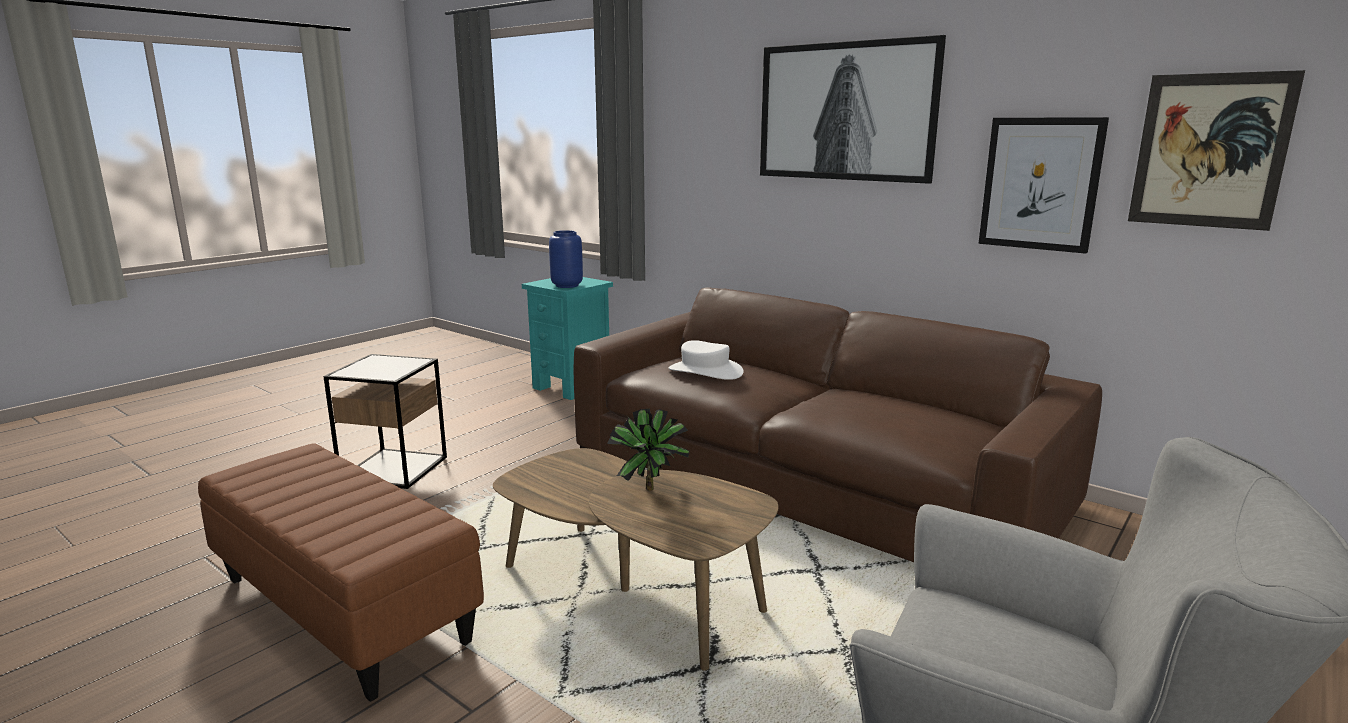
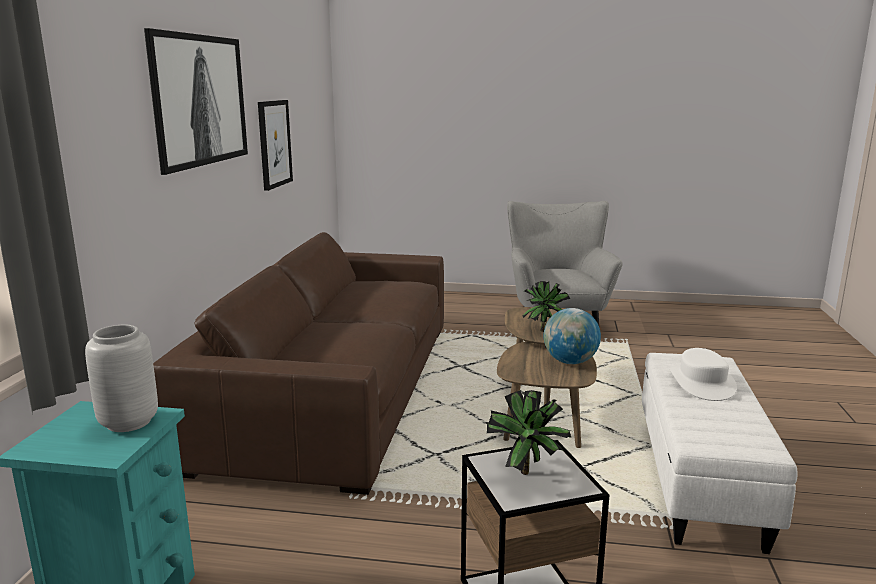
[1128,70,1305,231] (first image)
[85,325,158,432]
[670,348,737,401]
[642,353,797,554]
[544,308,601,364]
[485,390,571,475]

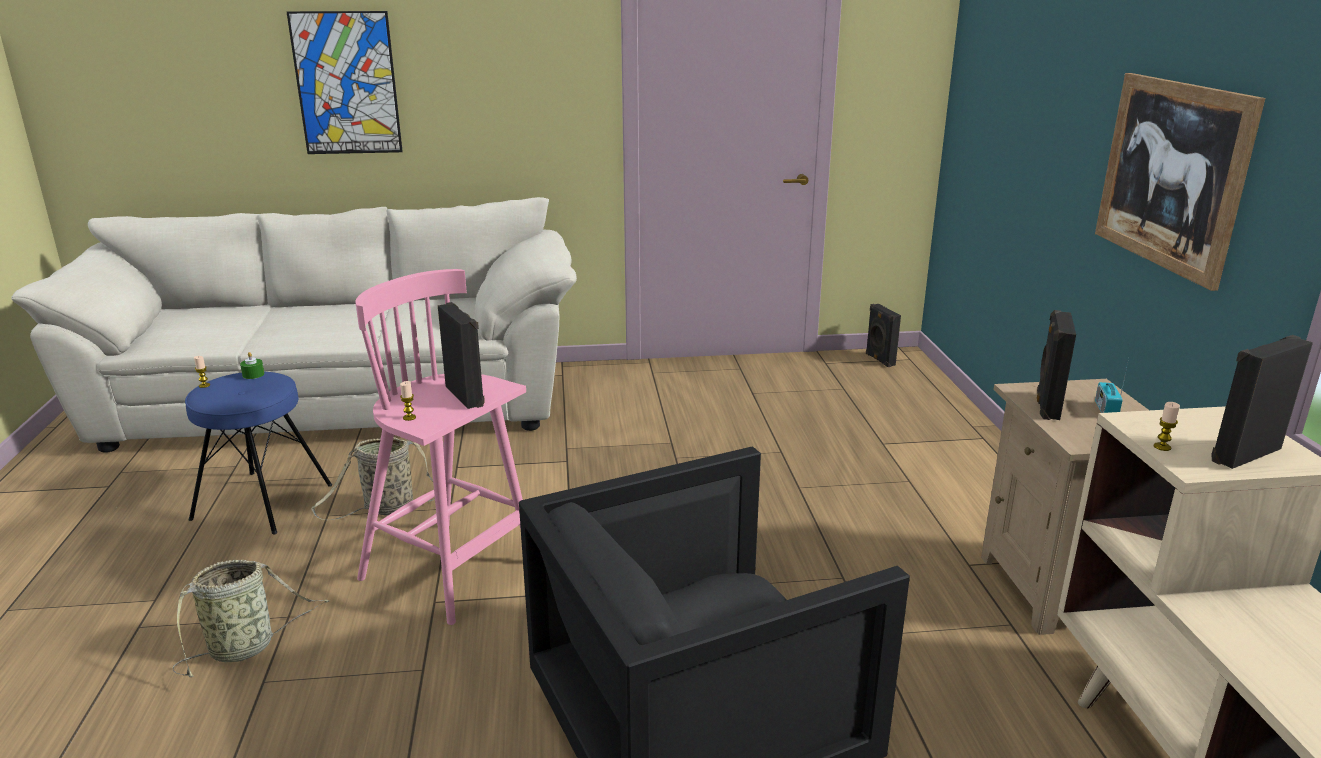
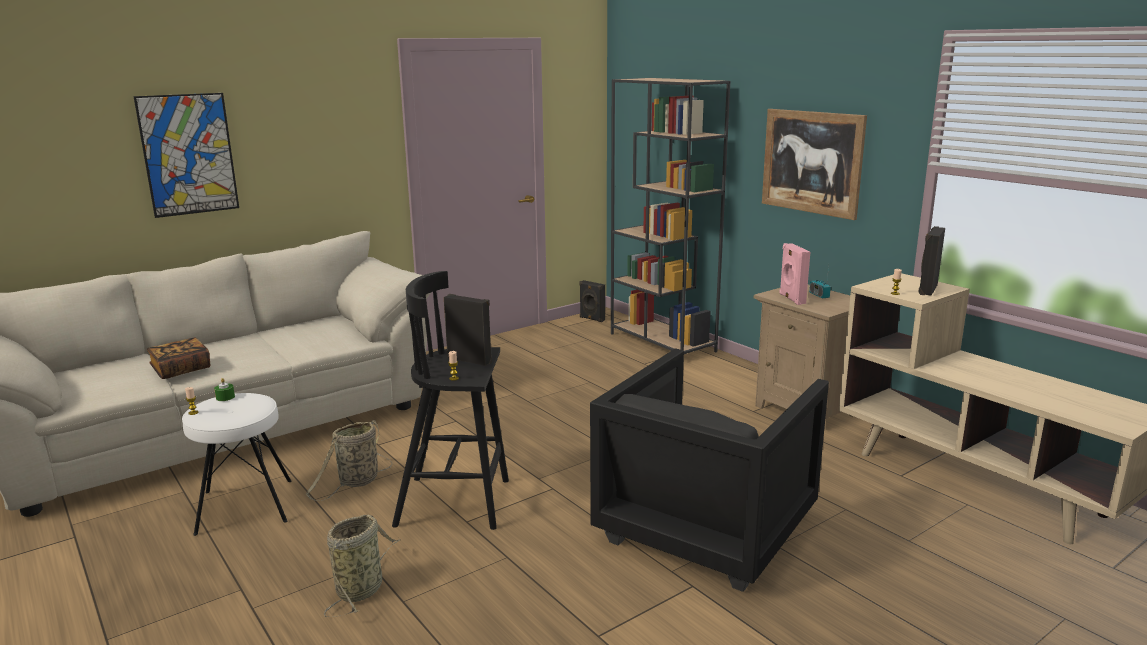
[392,271,509,530]
[779,243,810,305]
[182,393,291,536]
[611,78,730,354]
[147,338,211,379]

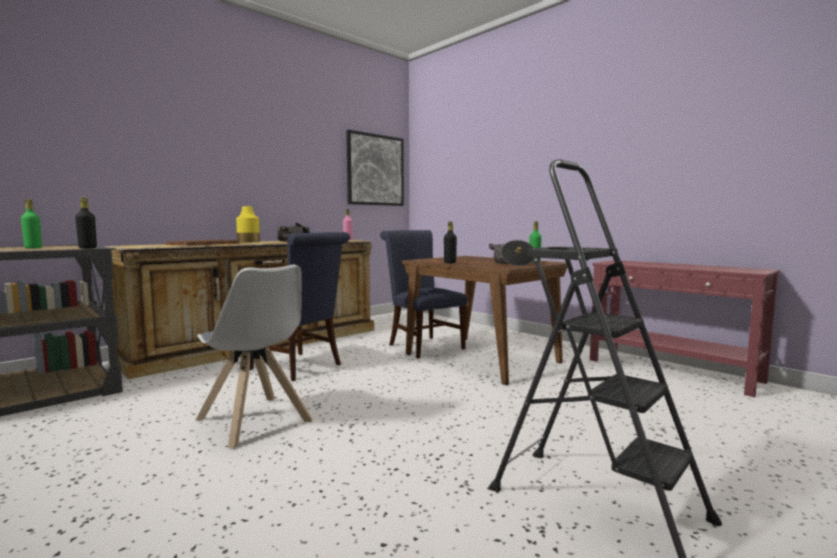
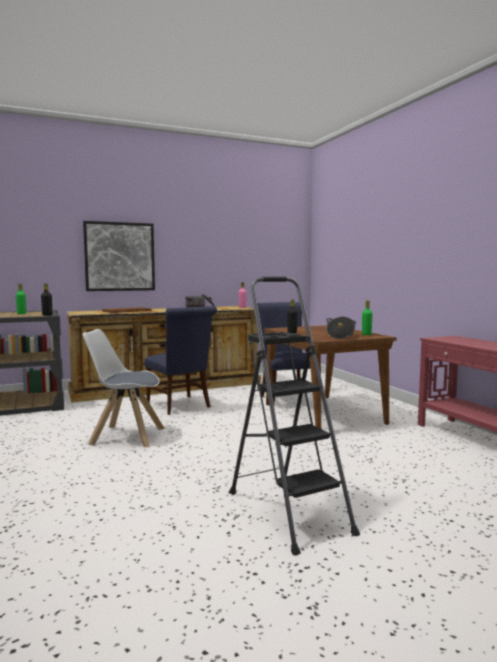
[83,221,155,291]
[236,206,260,242] (first image)
[82,329,165,447]

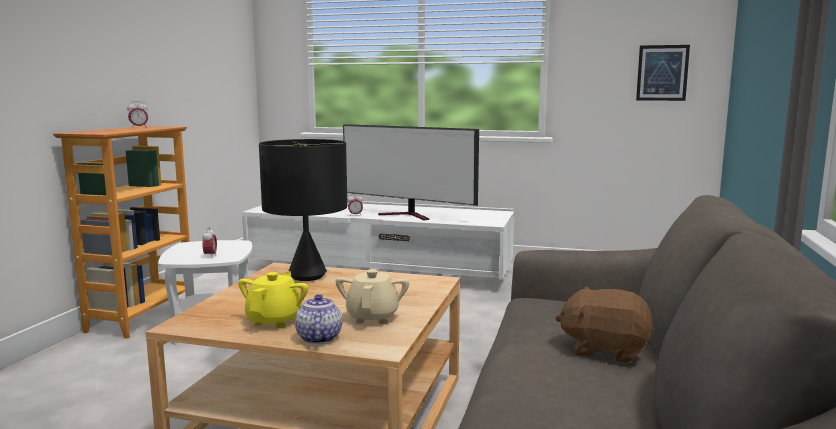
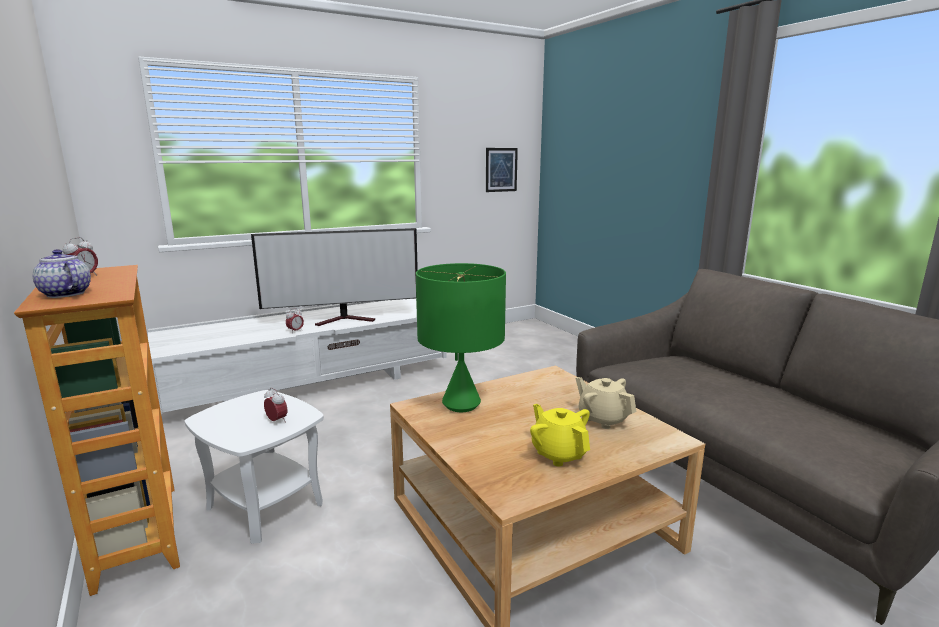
[416,263,506,412]
[555,287,654,363] (first image)
[33,249,91,298]

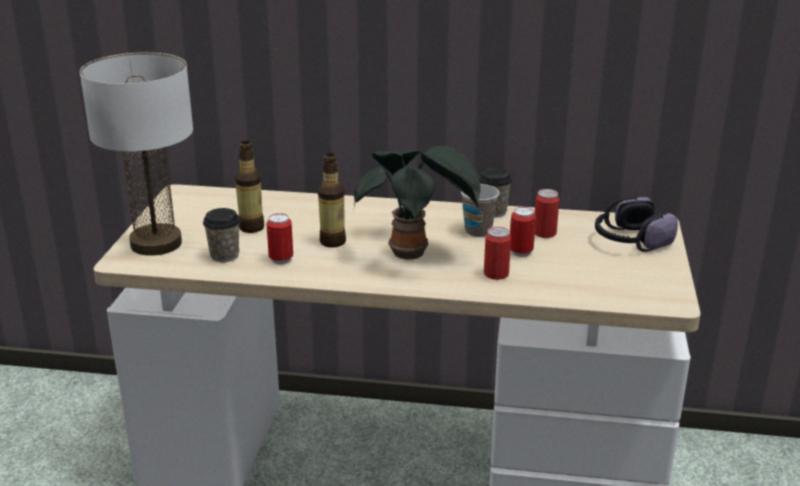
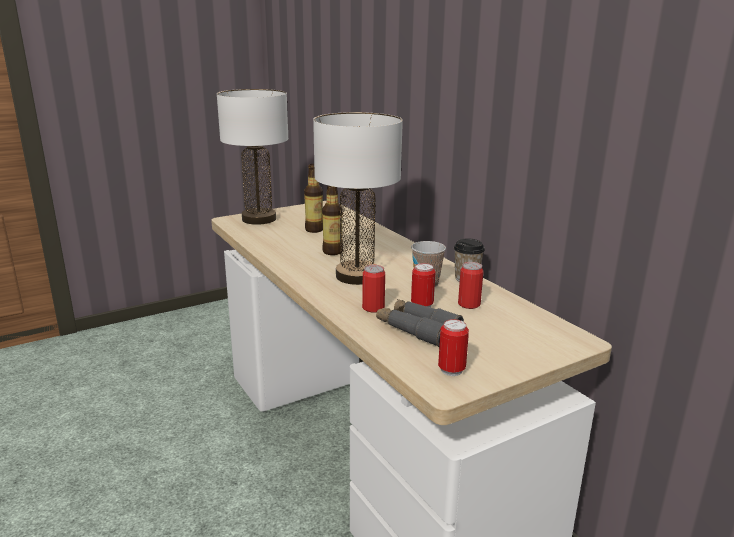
[313,112,403,285]
[595,197,678,252] (first image)
[203,208,240,262] (first image)
[438,319,469,376]
[376,299,464,347]

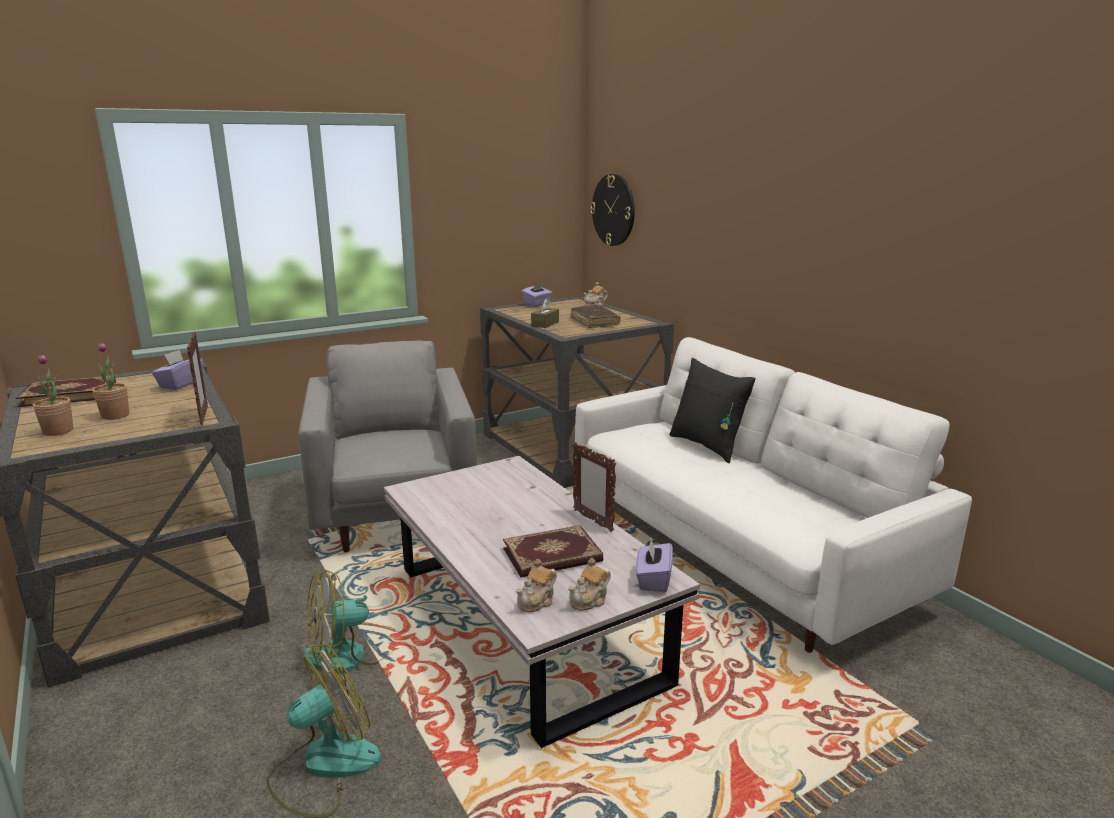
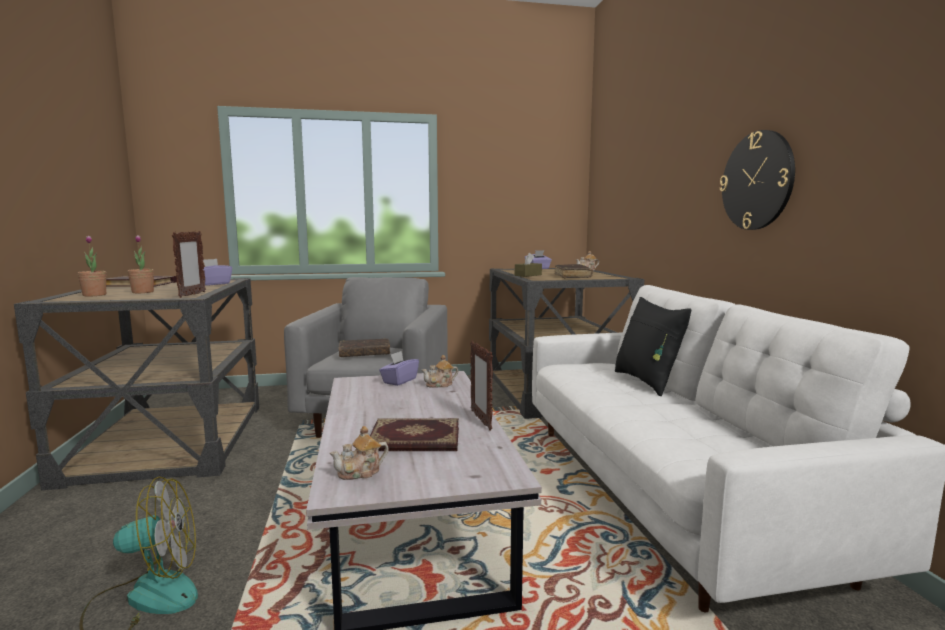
[720,130,795,230]
[379,351,419,386]
[422,355,458,388]
[304,570,394,674] (first image)
[339,338,390,357]

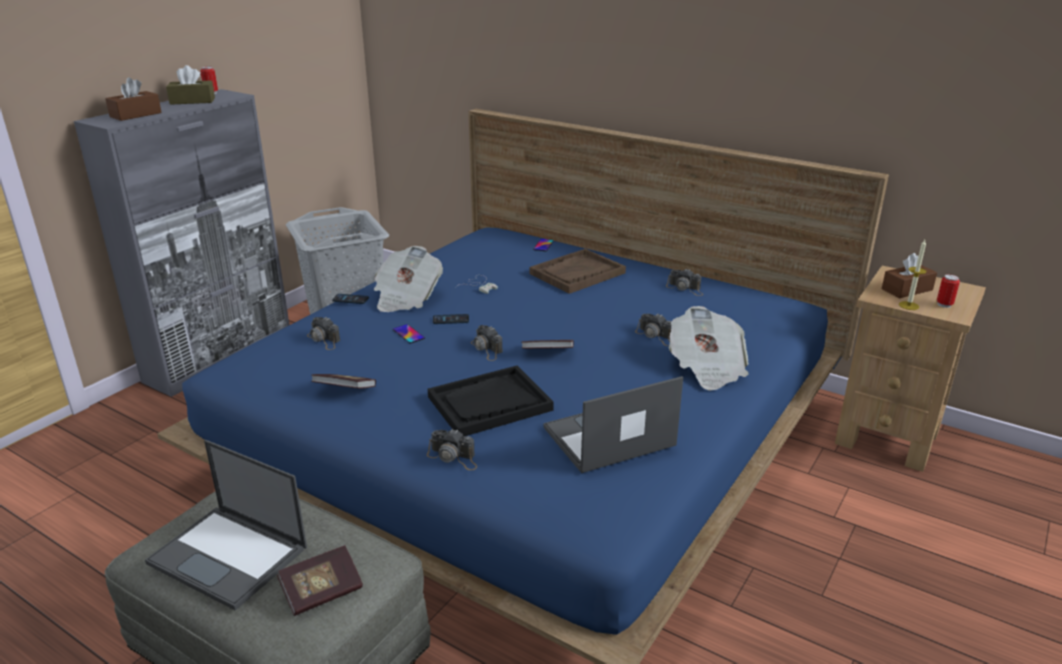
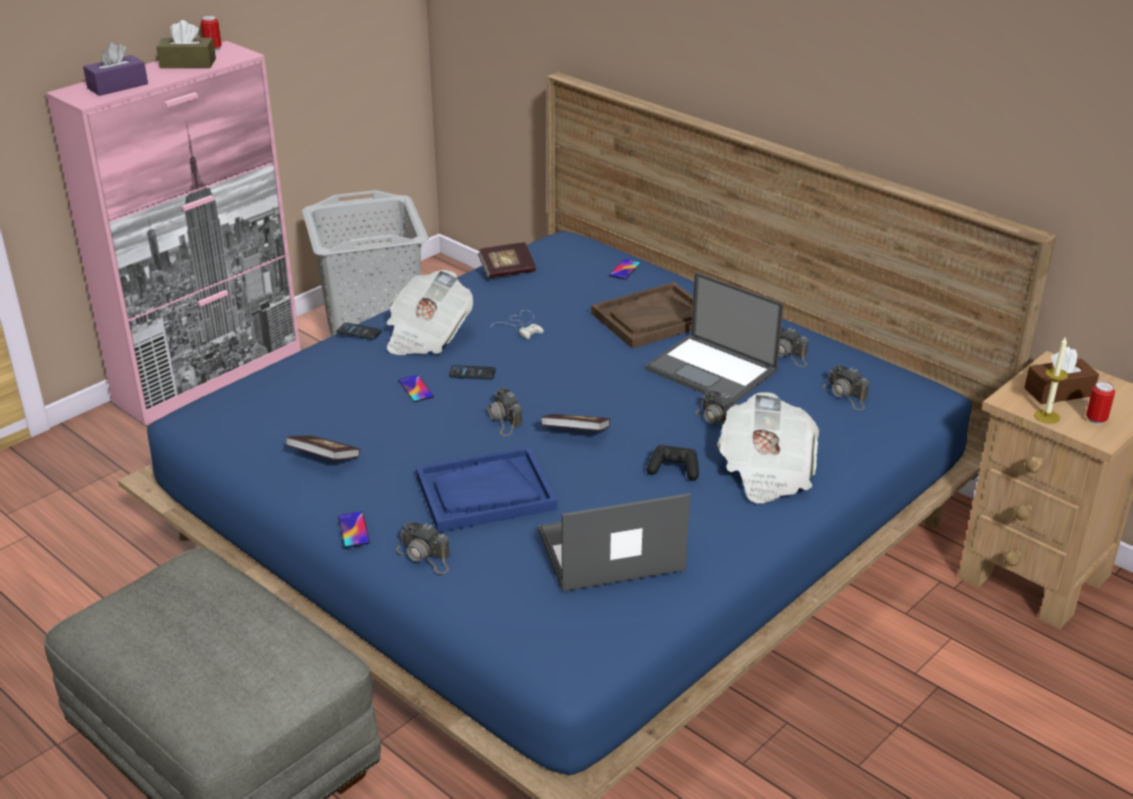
[83,42,148,96]
[46,41,301,425]
[823,365,869,410]
[416,447,557,533]
[645,272,784,403]
[478,242,536,278]
[647,445,699,481]
[338,512,370,547]

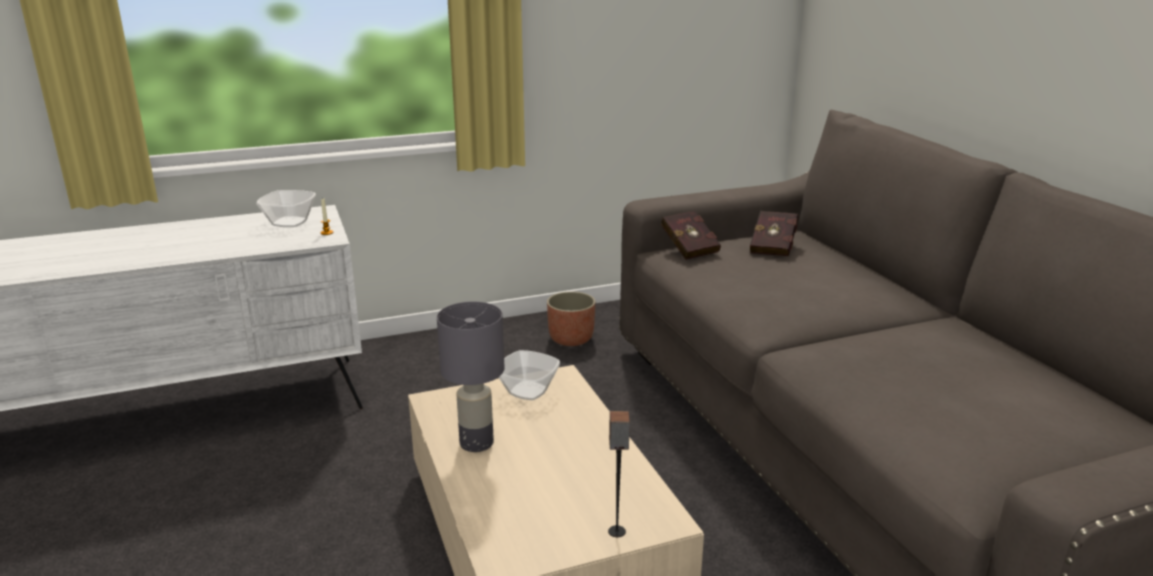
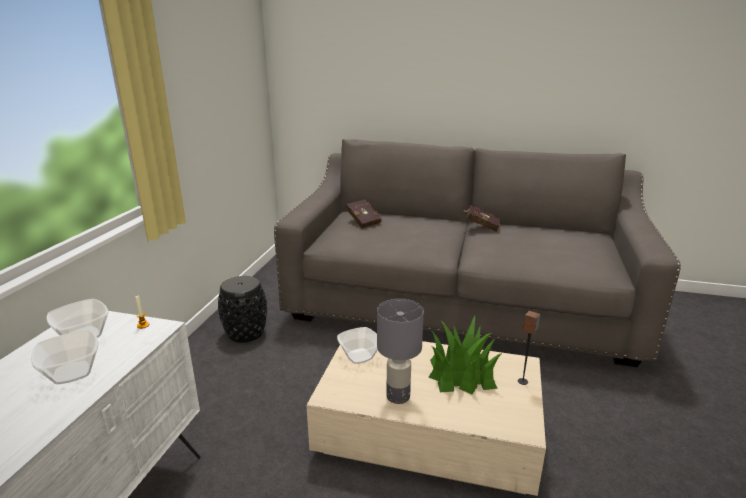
[463,205,500,232]
[218,276,267,343]
[428,316,502,394]
[31,330,98,384]

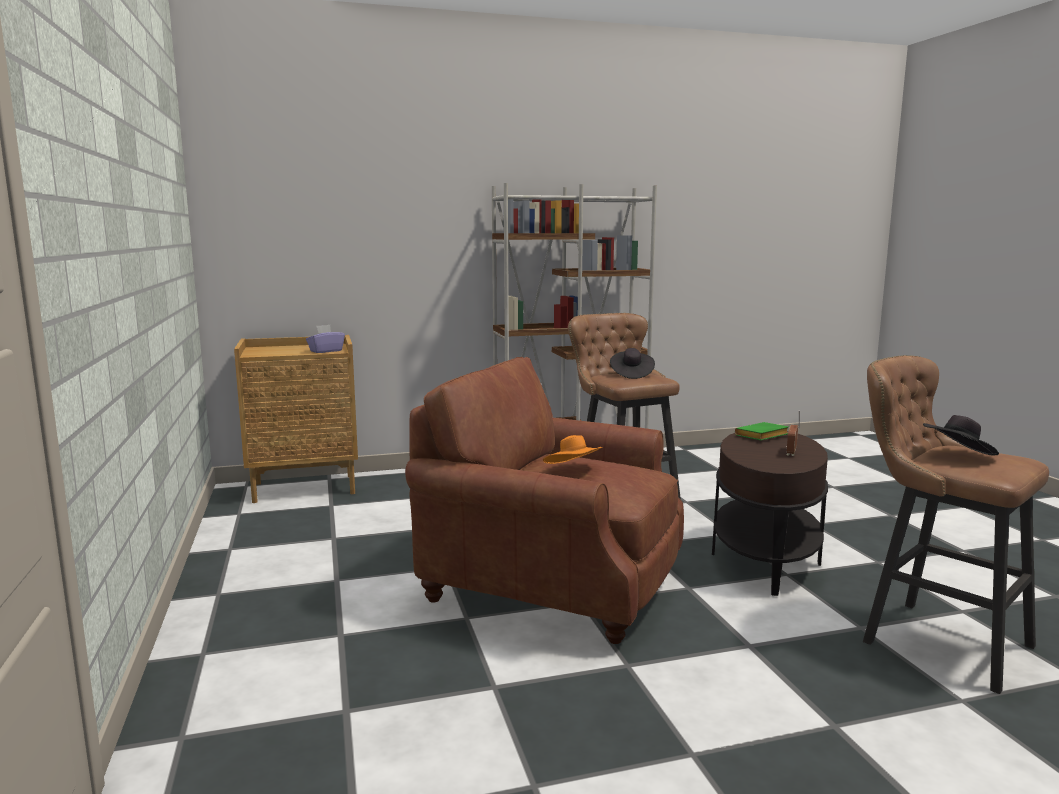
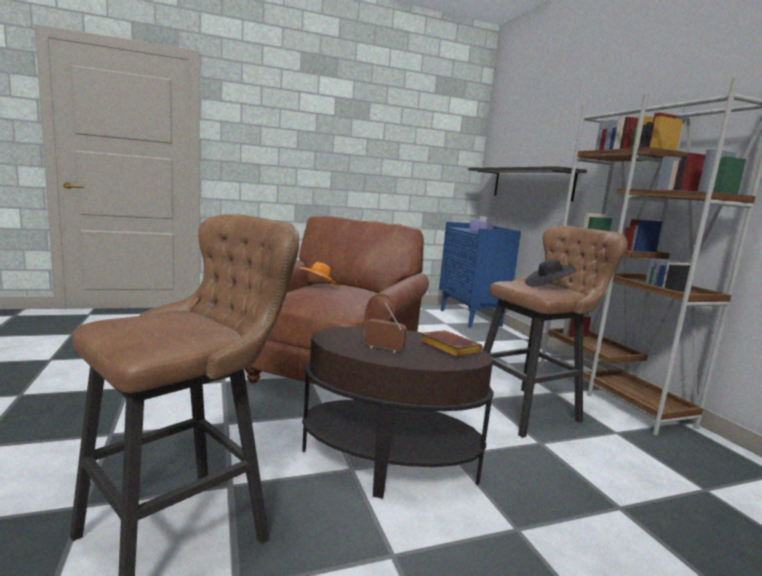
[439,222,521,328]
[923,415,999,455] (first image)
[420,330,482,357]
[468,166,587,202]

